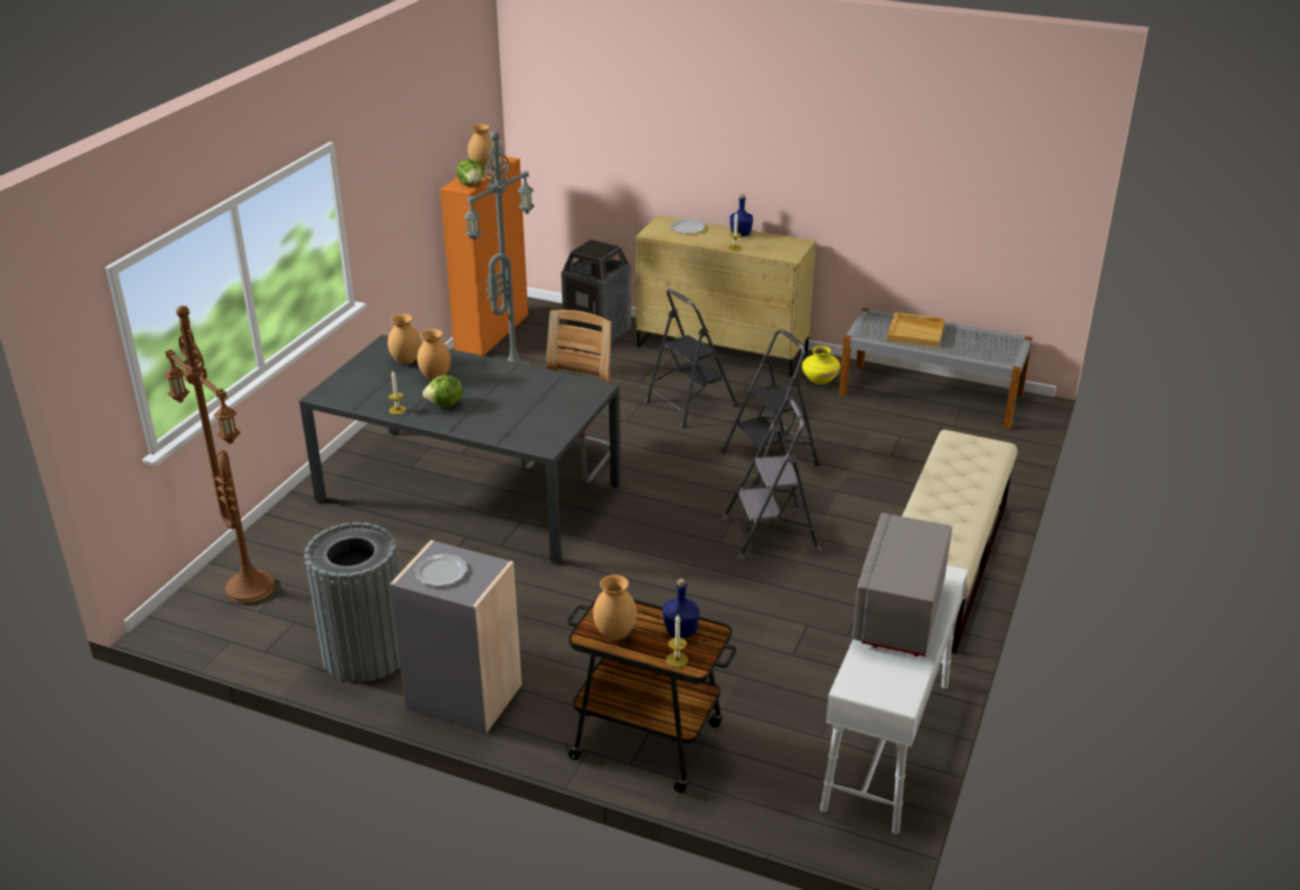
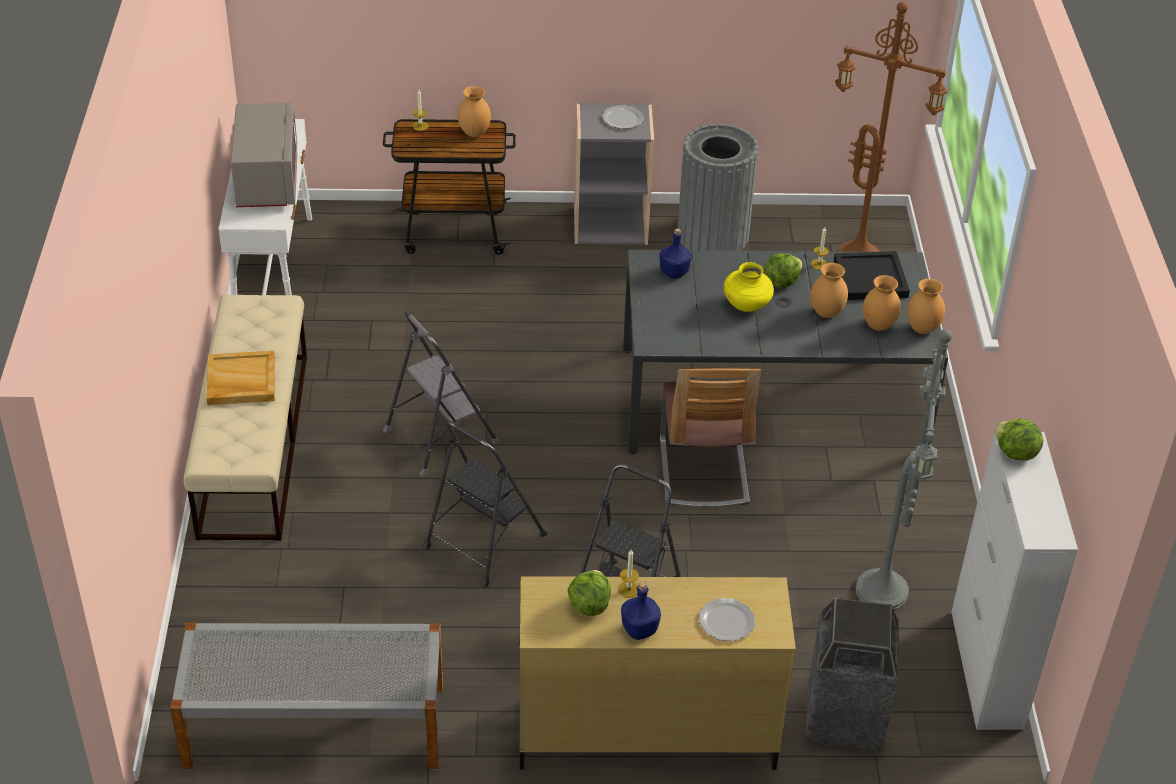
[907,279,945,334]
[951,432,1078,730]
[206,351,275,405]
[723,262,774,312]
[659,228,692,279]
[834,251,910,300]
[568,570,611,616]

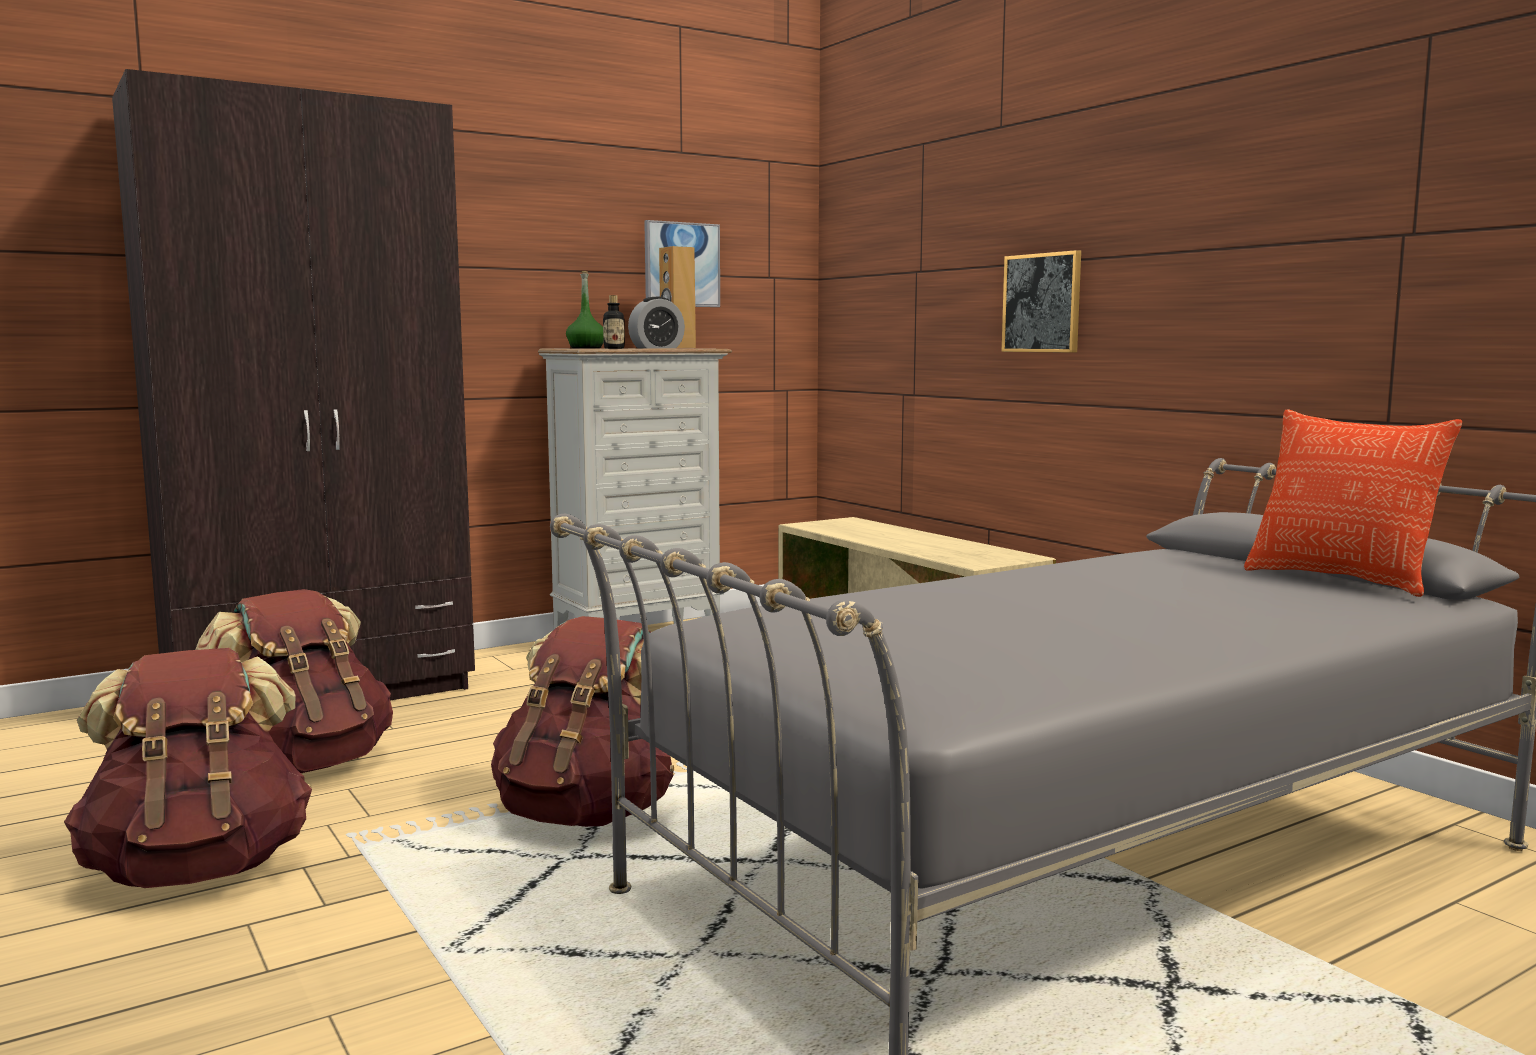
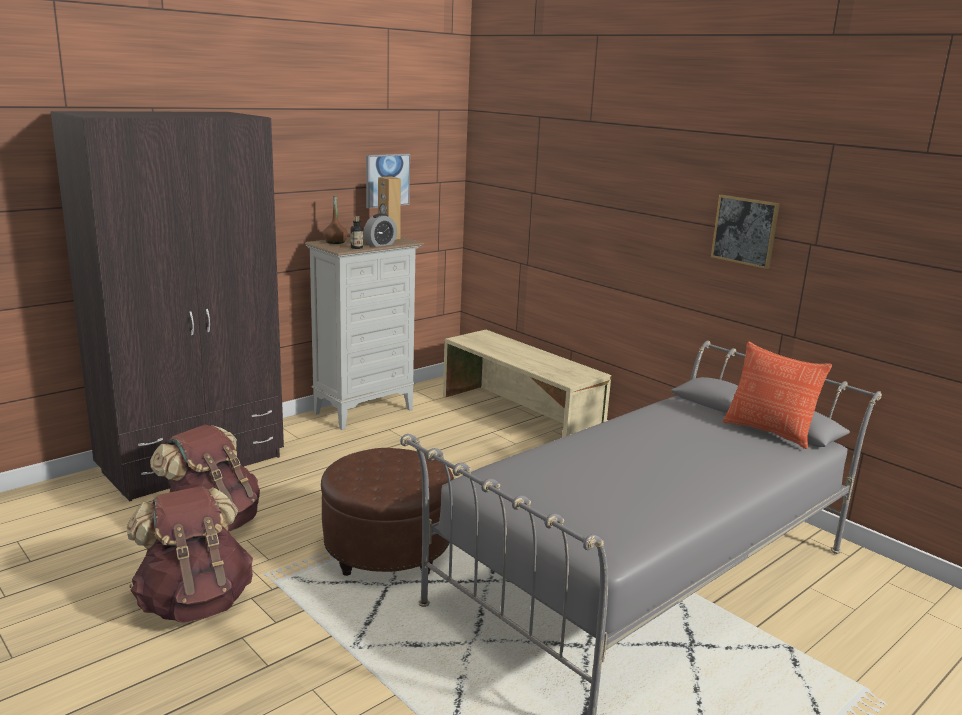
[711,195,780,269]
[323,195,348,244]
[321,448,454,576]

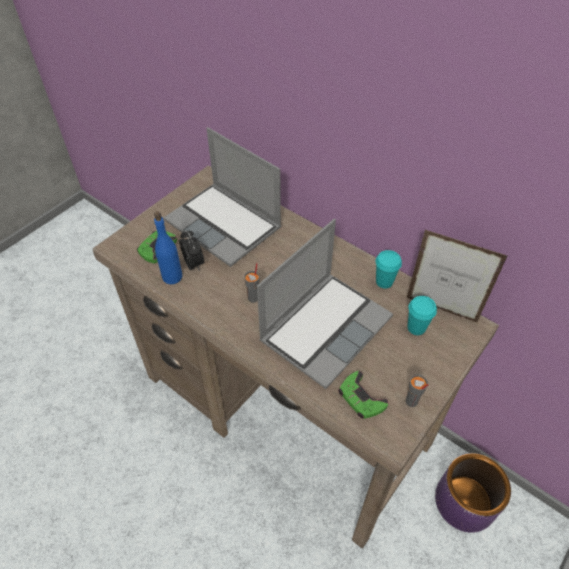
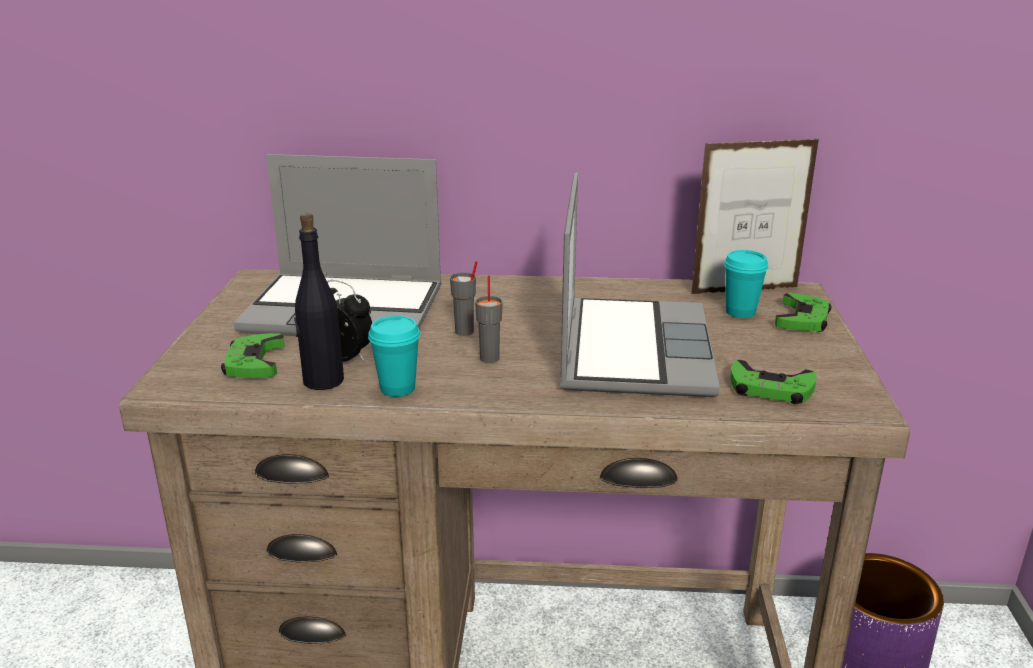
[294,213,344,390]
[368,316,420,397]
[450,261,477,336]
[775,293,831,332]

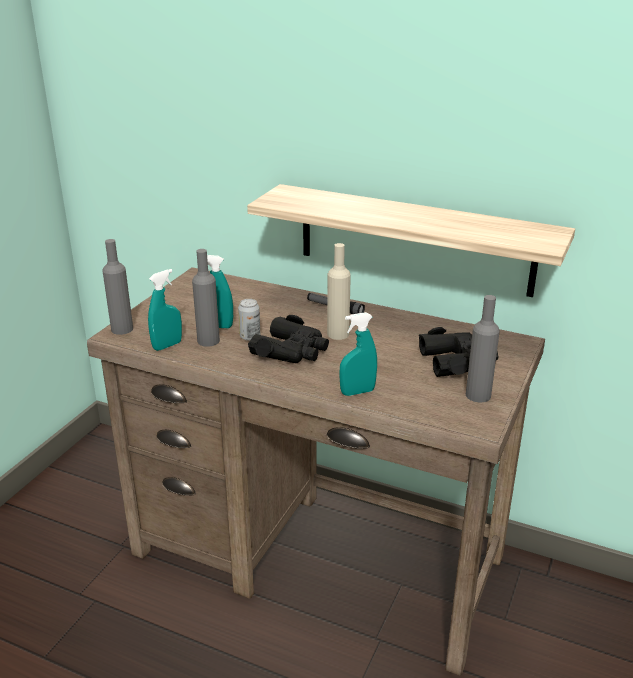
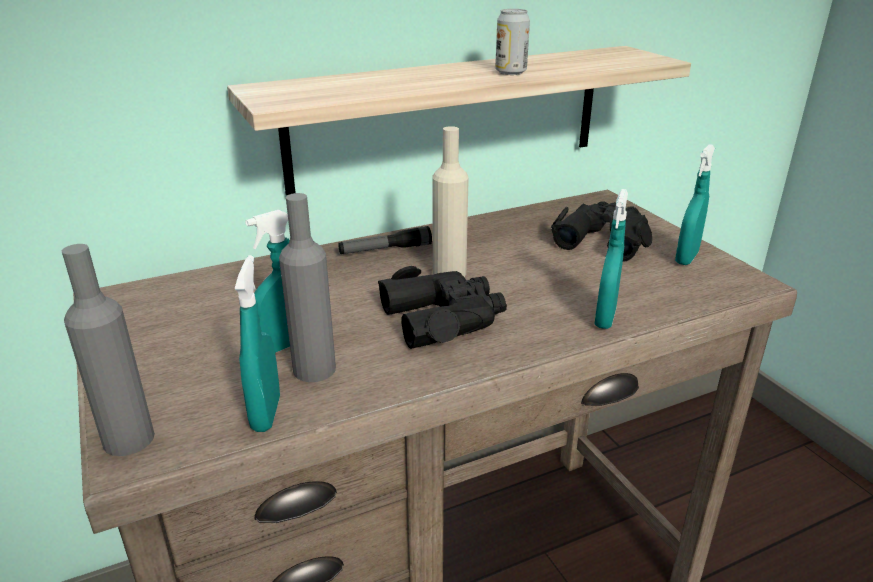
[675,144,715,265]
[495,9,530,75]

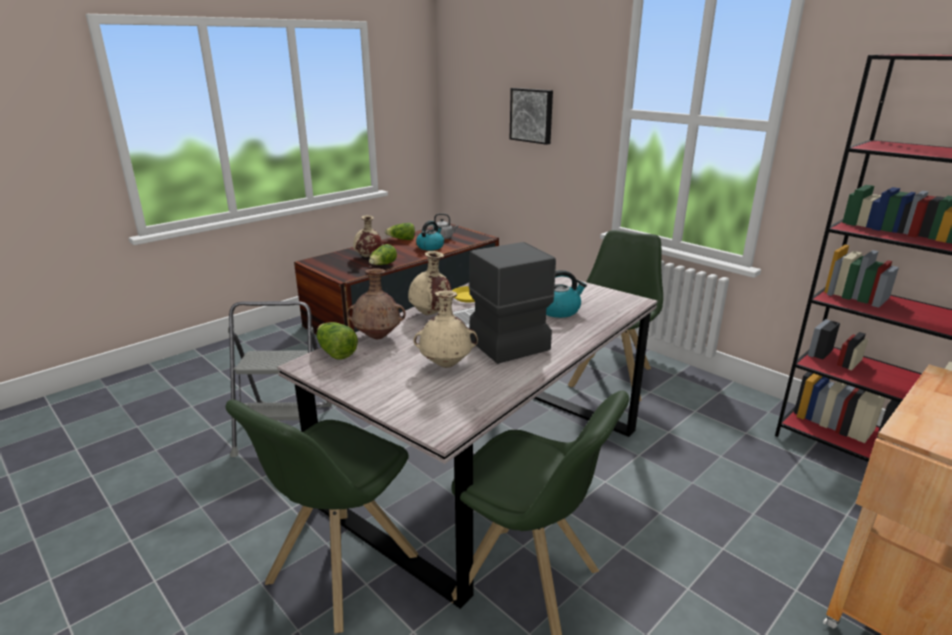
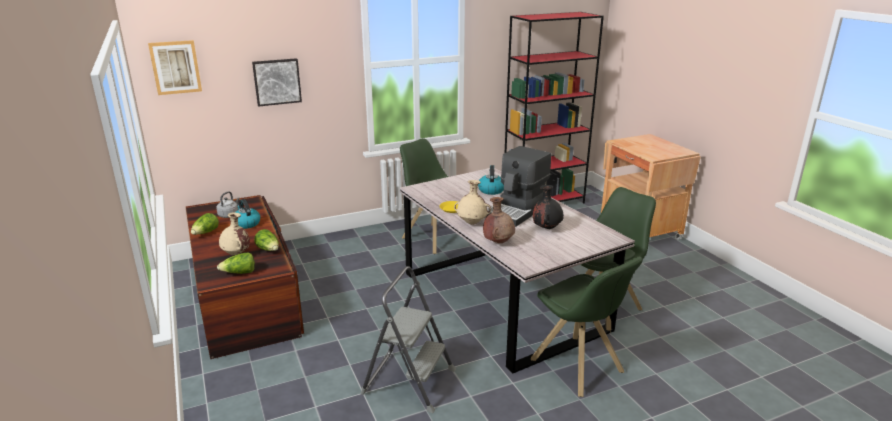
[485,146,551,227]
[533,185,564,229]
[217,252,255,274]
[148,40,202,95]

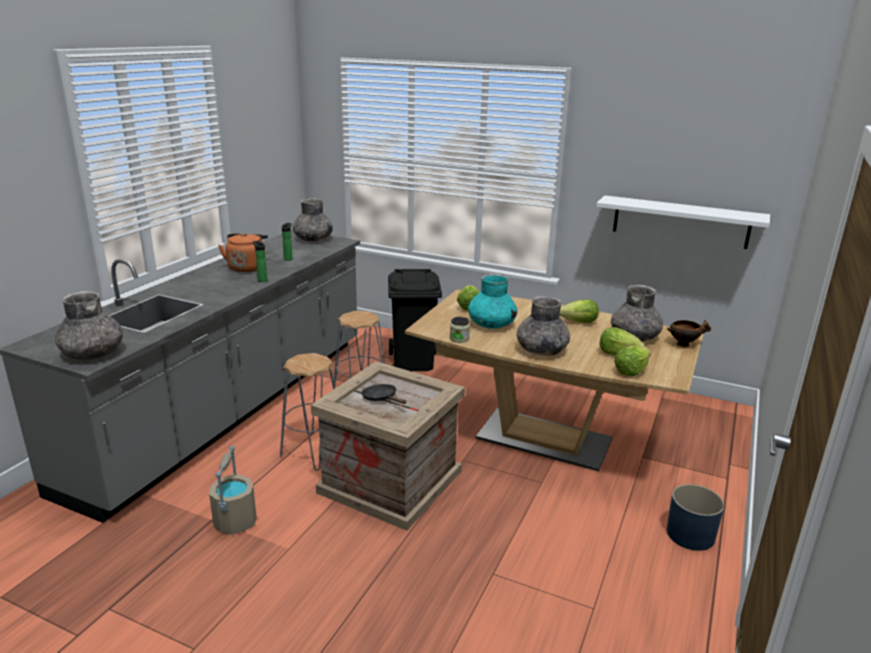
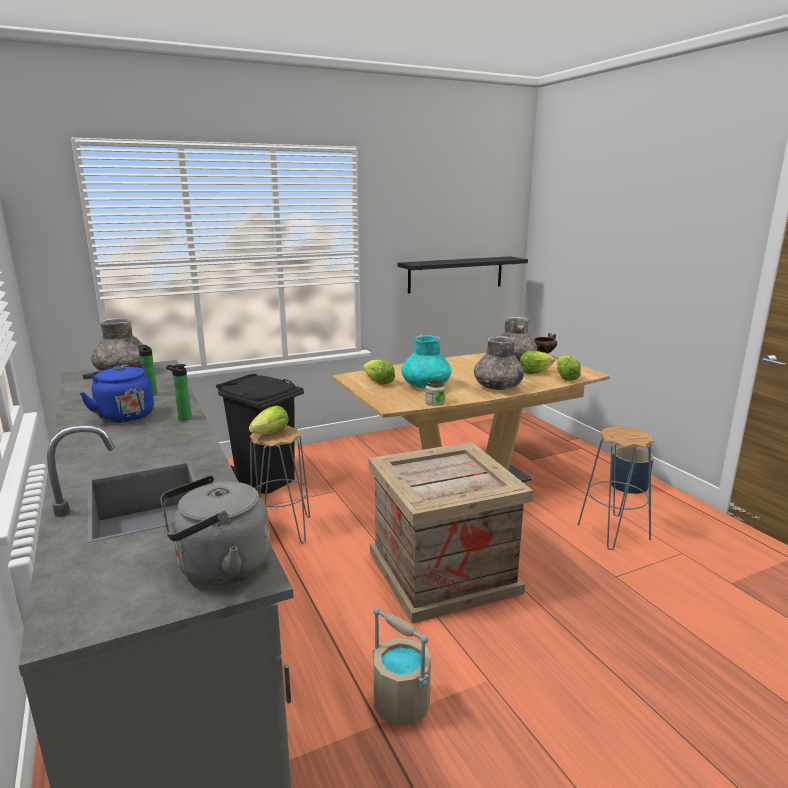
[398,256,528,294]
[80,364,154,423]
[160,475,270,585]
[249,405,289,434]
[578,426,654,550]
[361,384,406,404] (first image)

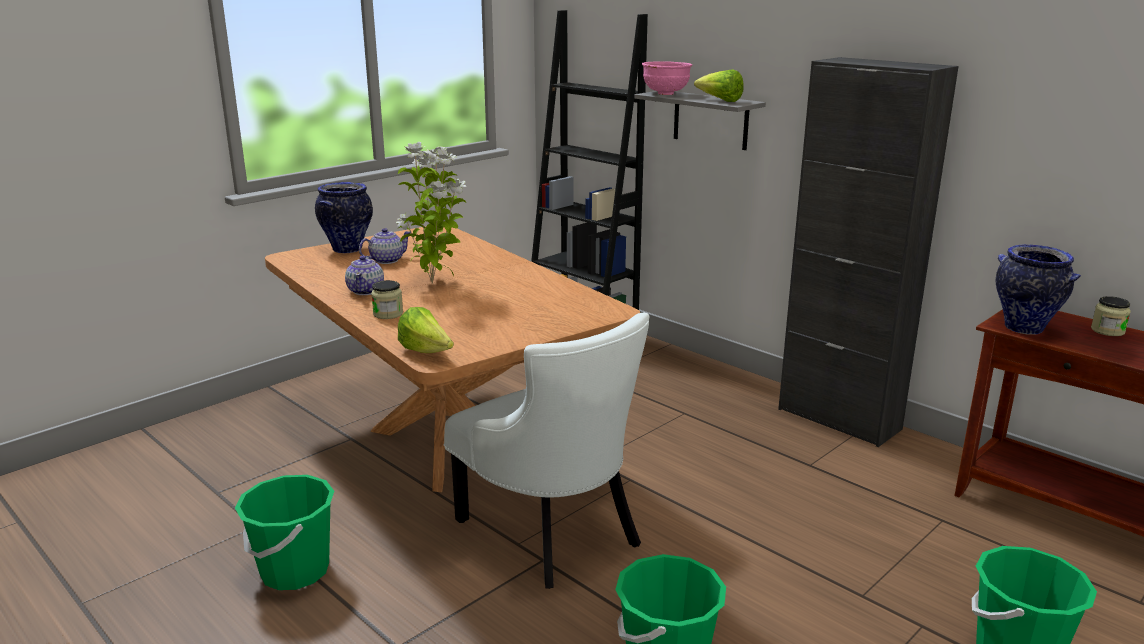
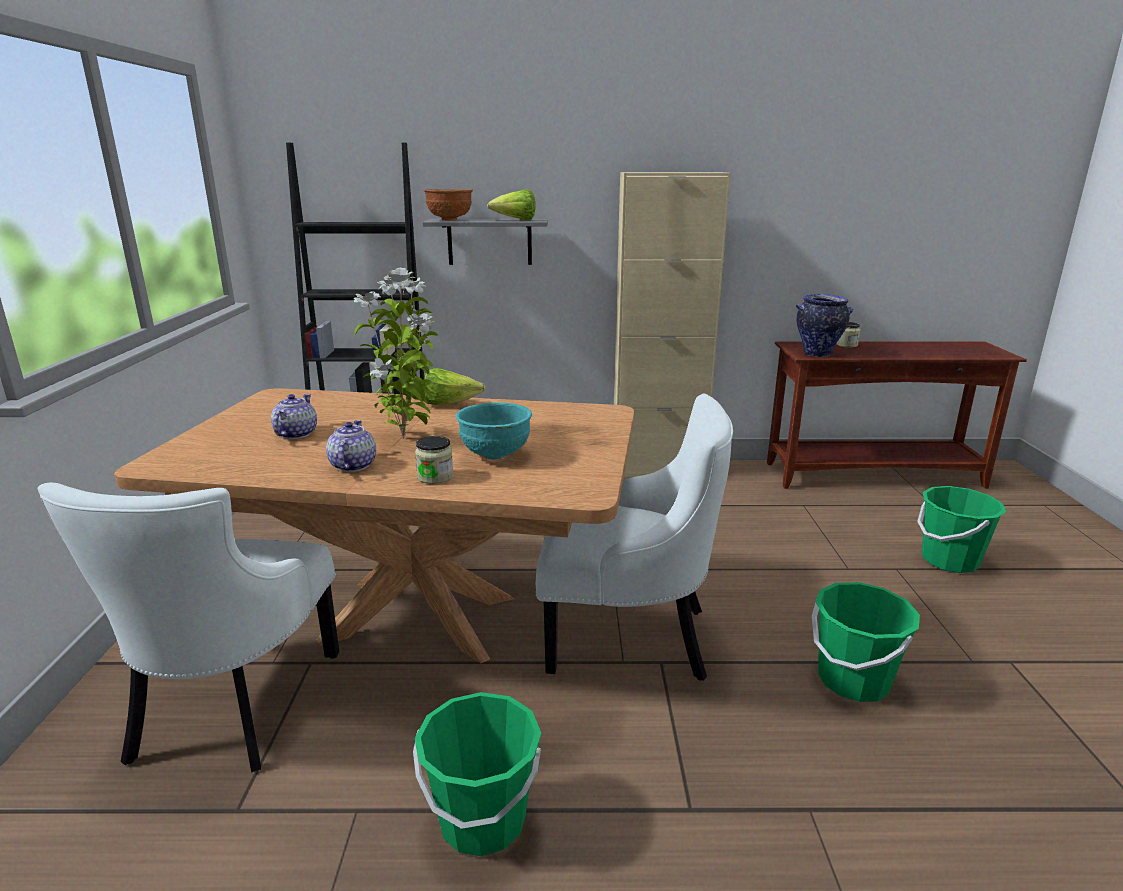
[614,172,731,477]
[424,189,473,220]
[315,182,373,253] (first image)
[326,420,376,472]
[424,368,485,405]
[456,402,532,460]
[38,483,339,772]

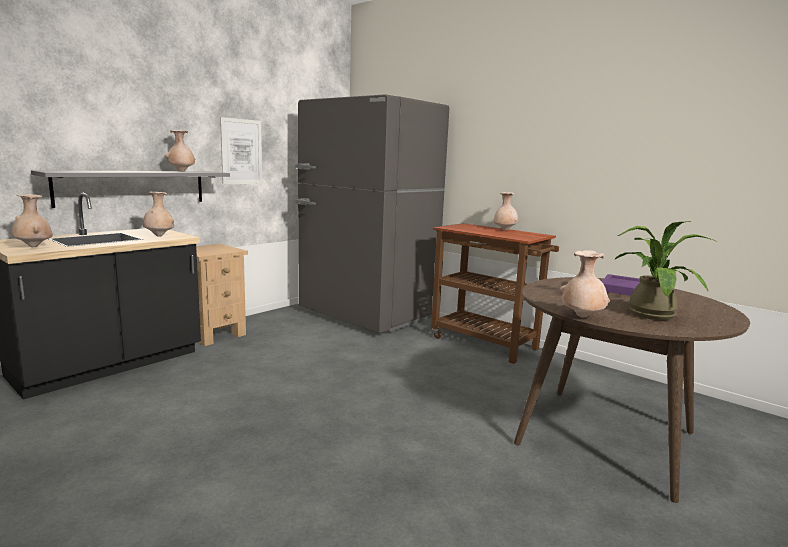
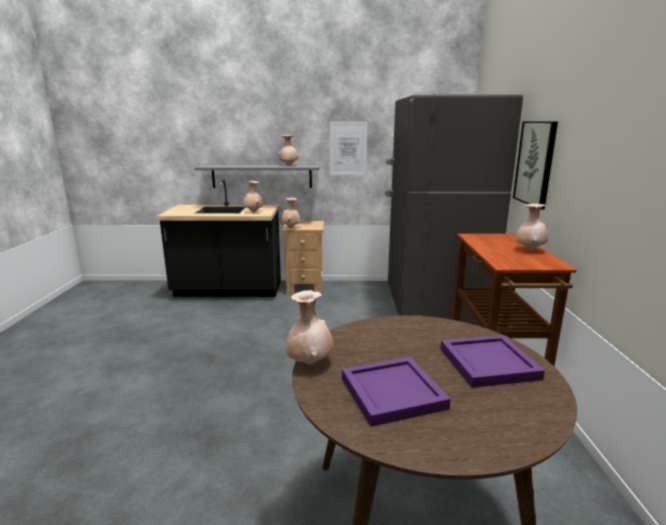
[281,198,300,228]
[342,357,451,427]
[513,121,558,210]

